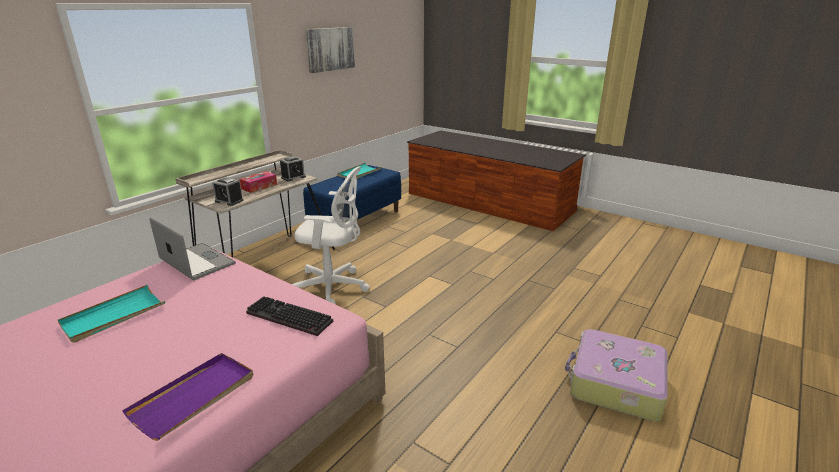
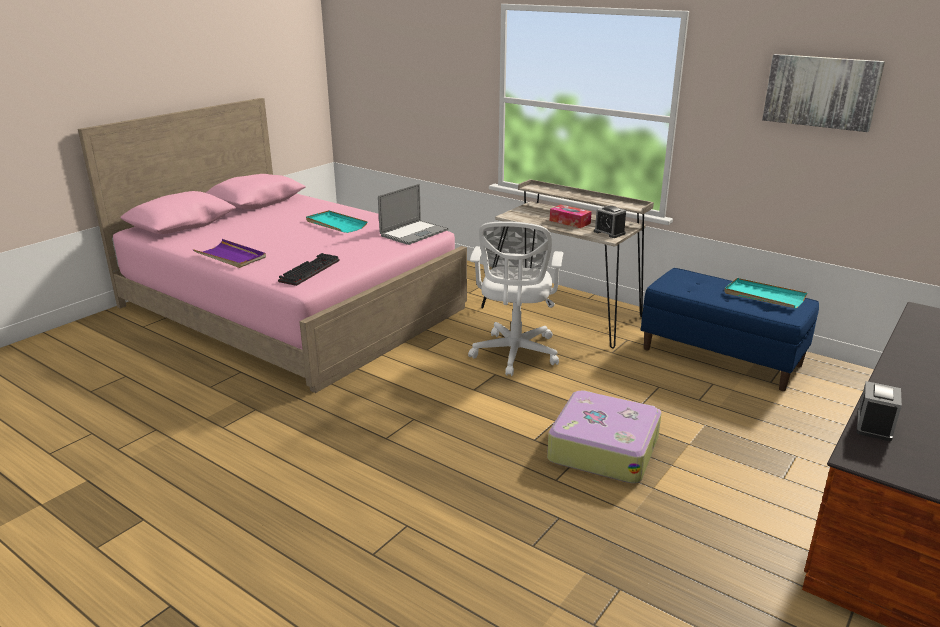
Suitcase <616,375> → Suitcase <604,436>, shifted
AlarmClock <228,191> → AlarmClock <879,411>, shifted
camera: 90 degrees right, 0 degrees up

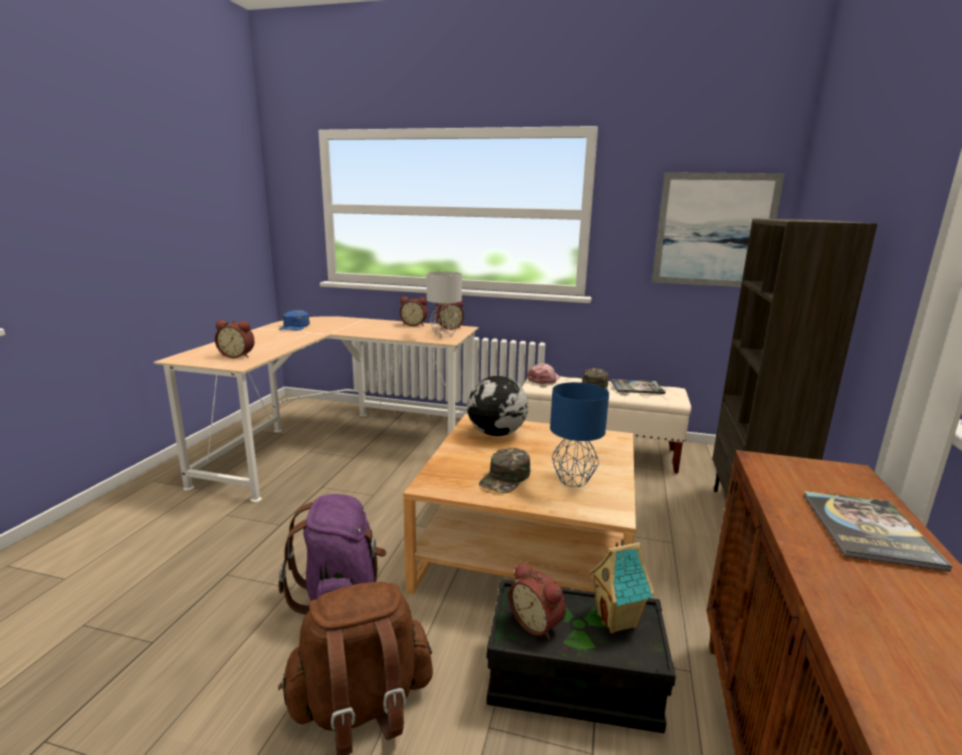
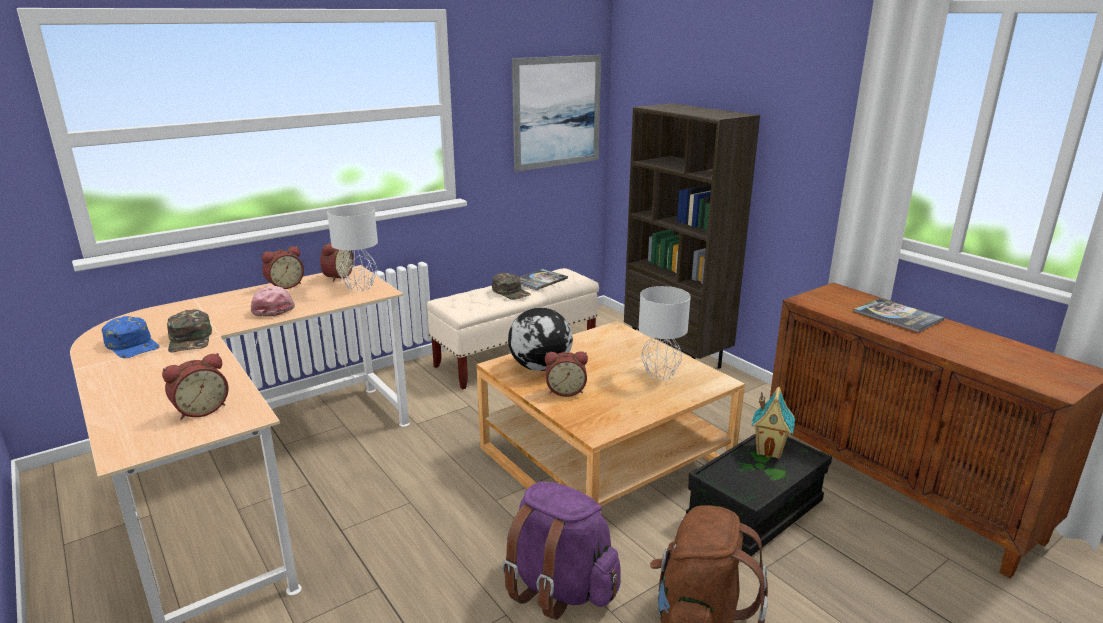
GreenCap <504,470> → GreenCap <189,330>, shifted
PinkCap <543,373> → PinkCap <273,301>, shifted
AlarmClock <537,600> → AlarmClock <566,374>, shifted
BlueTableLamp <579,434> → GreyTableLamp <665,333>
camera: 50 degrees left, 5 degrees up

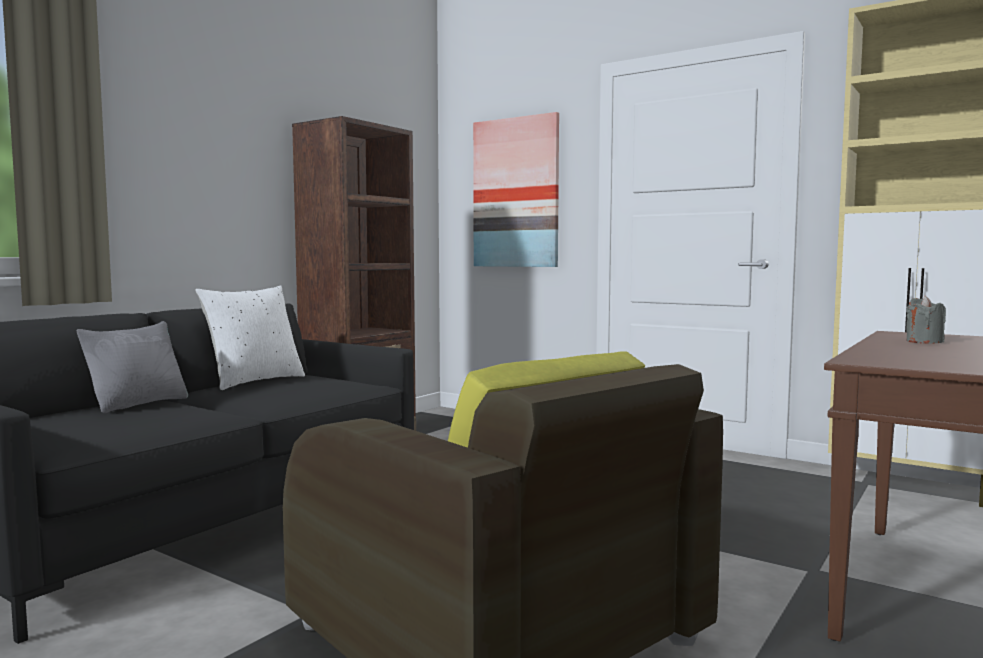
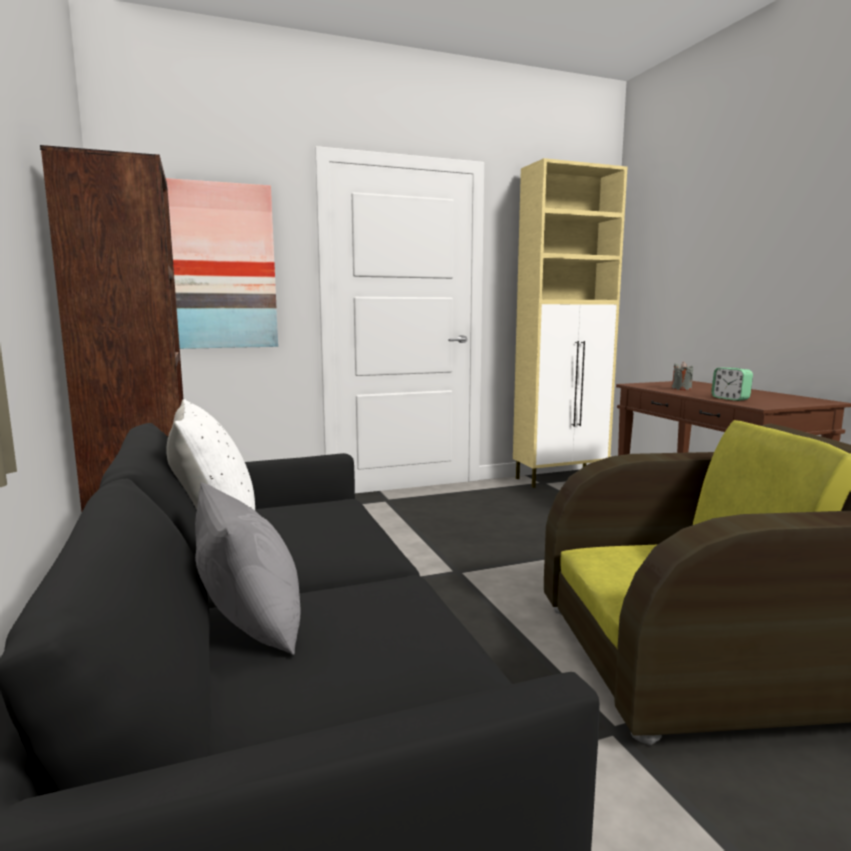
- → AlarmClock <732,384>
camera: 55 degrees left, 5 degrees up

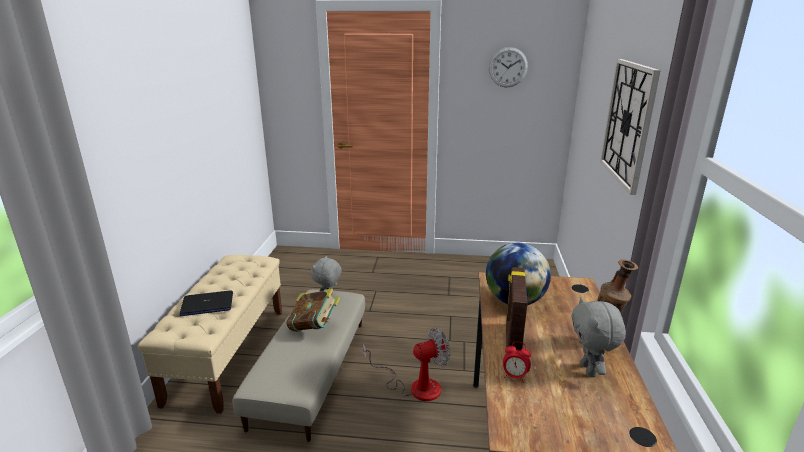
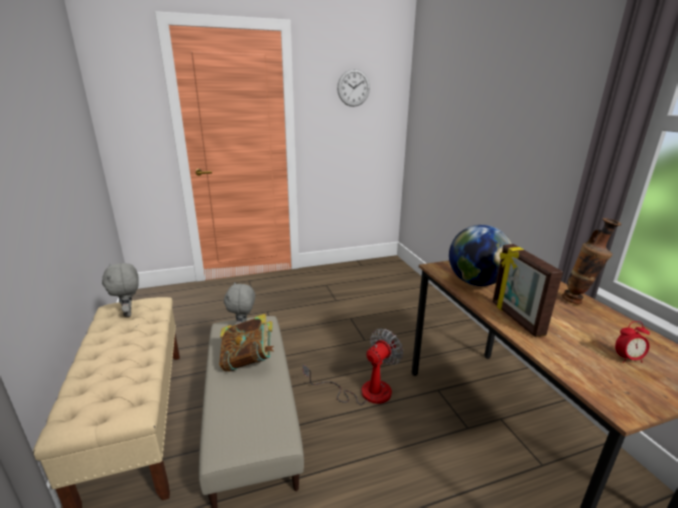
GreyPlushToy <598,337> → GreyPlushToy <120,290>, shifted
AlarmClock <517,362> → AlarmClock <632,342>, shifted
Laptop <206,303> → -
WallClock <630,127> → -
camera: 25 degrees left, 0 degrees up

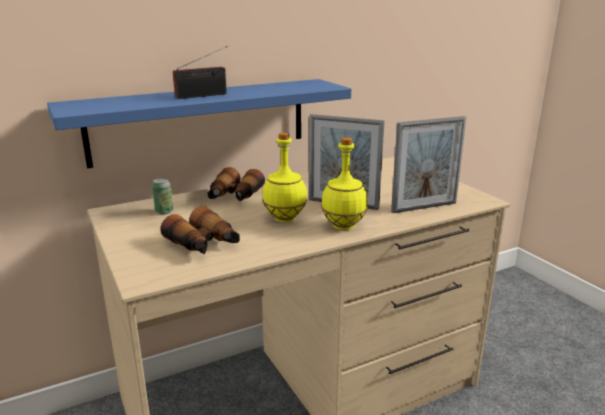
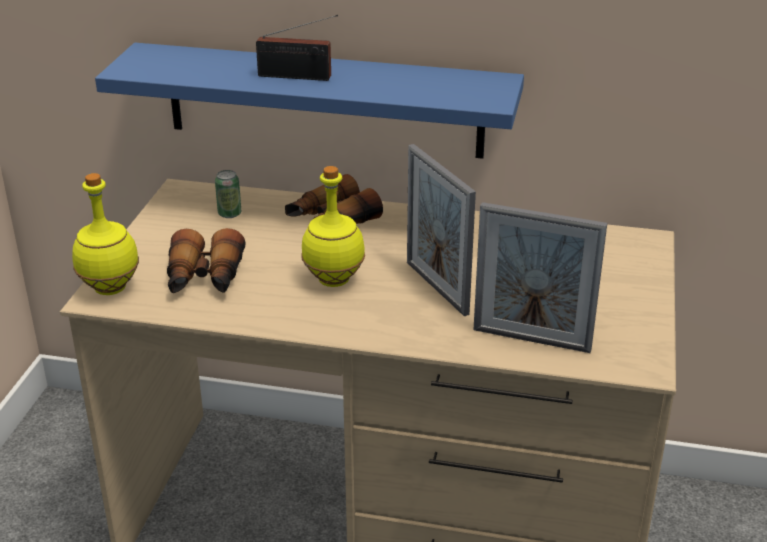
YellowBottle <344,183> → YellowBottle <105,234>, shifted
camera: 40 degrees right, 10 degrees up

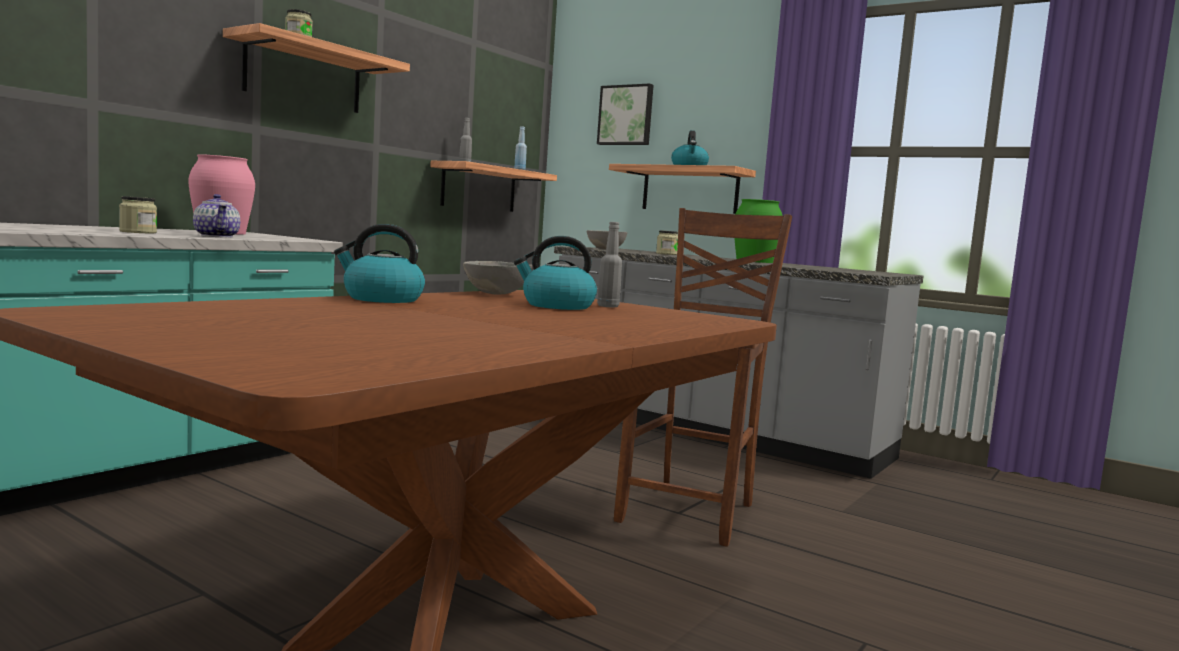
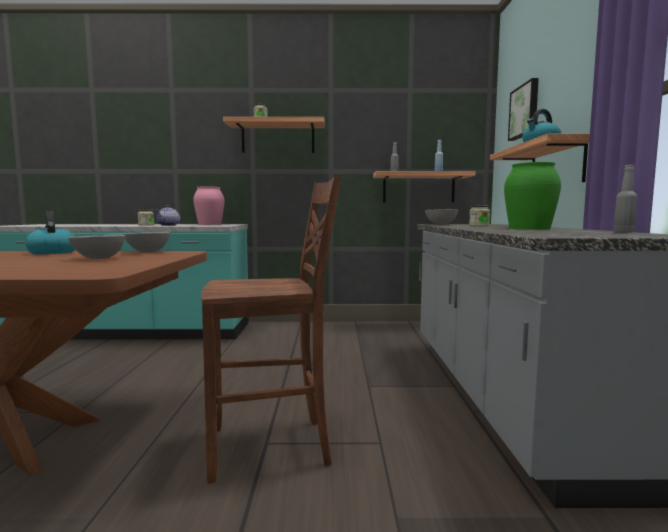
Kettle <555,273> → GreyBowl <96,247>
GreyBottle <609,265> → GreyBottle <625,199>, shifted
camera: 55 degrees right, 0 degrees up

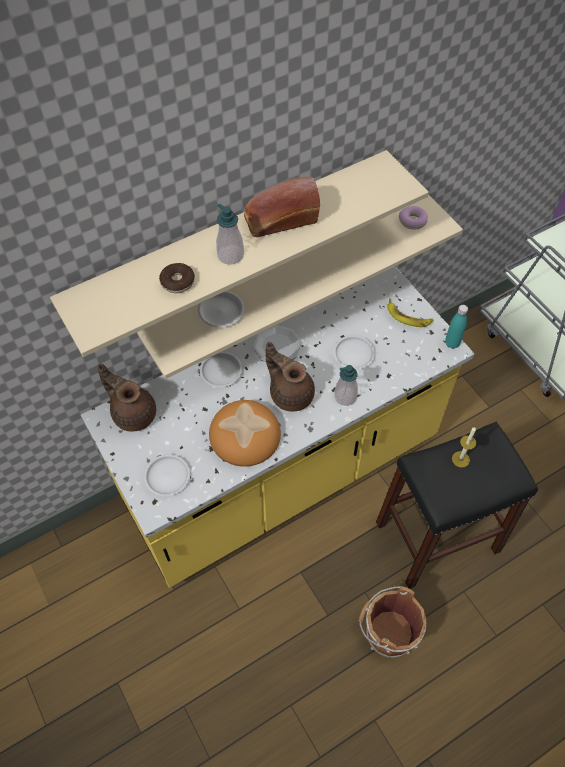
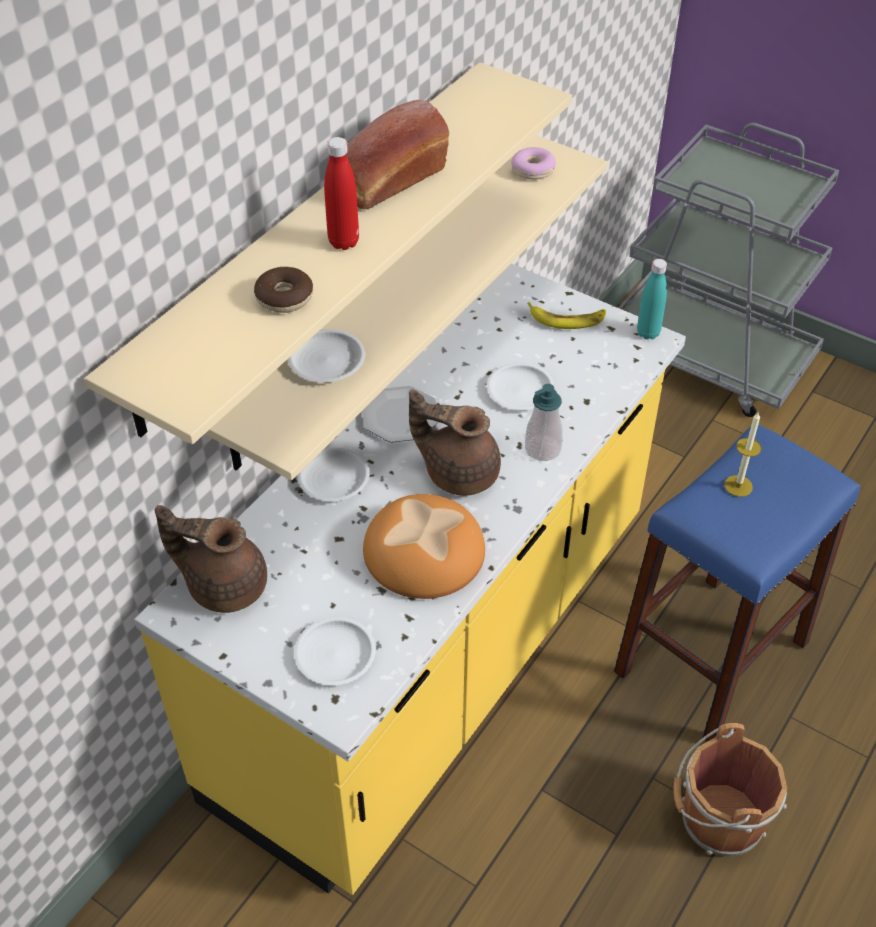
SoapDispenser <230,234> → RedBottle <341,193>
BlackStool <457,505> → BlueStool <737,583>
camera: 25 degrees left, 10 degrees down

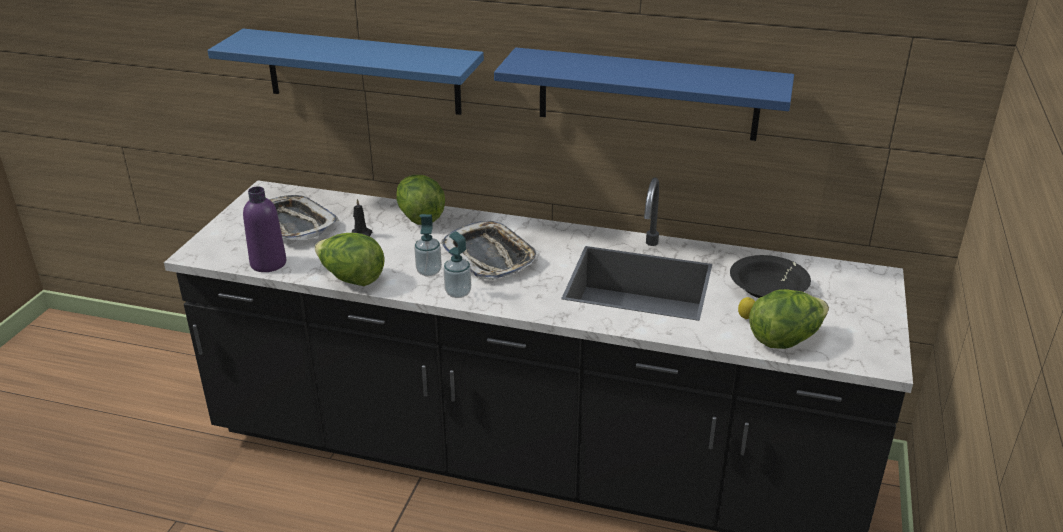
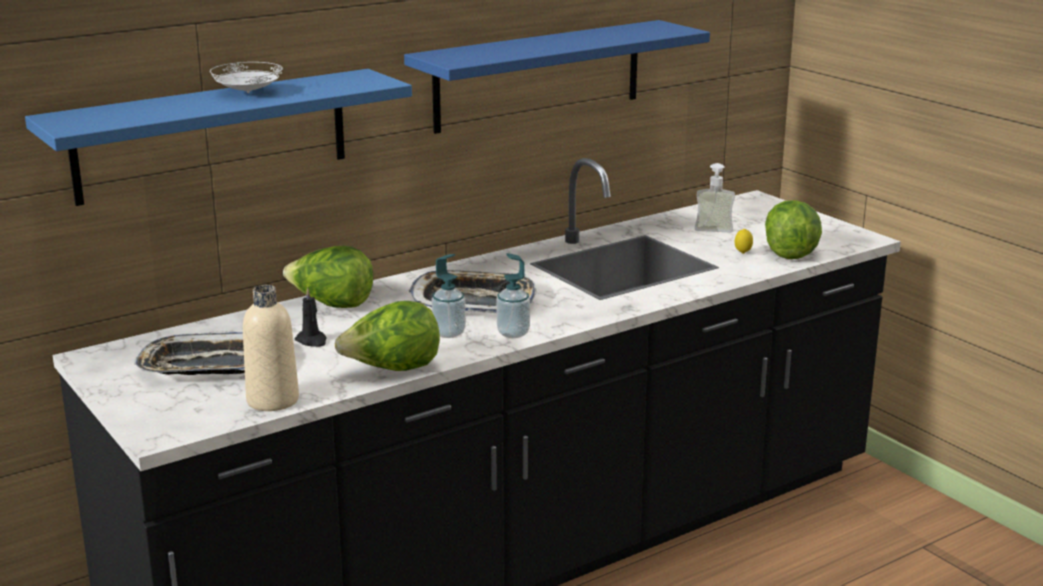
- → WhitePlate <246,77>
PurpleBottle <264,229> → BeigeBottle <271,348>
BlackBowl <770,276> → SoapDispenser <715,198>
camera: 50 degrees left, 10 degrees down

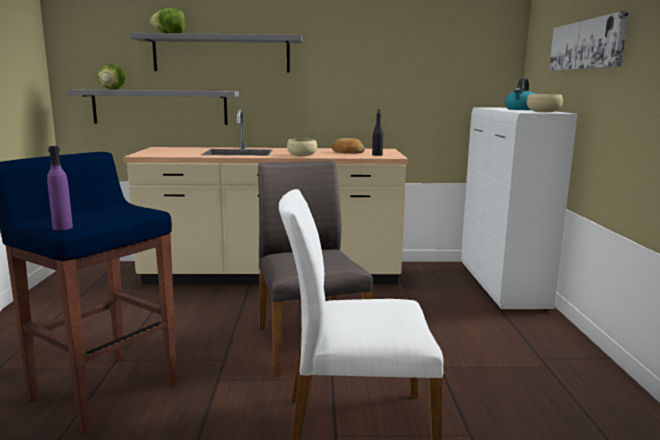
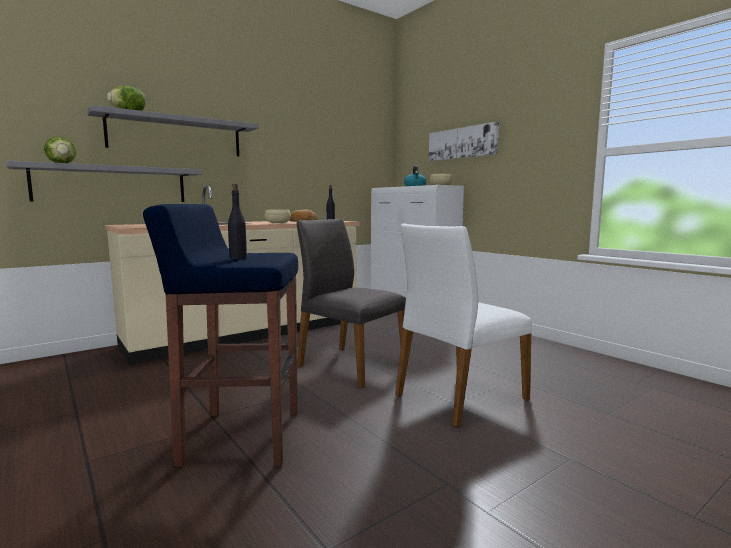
- → BlackBottle <237,221>
PurpleBottle <60,188> → -
camera: 35 degrees left, 5 degrees down

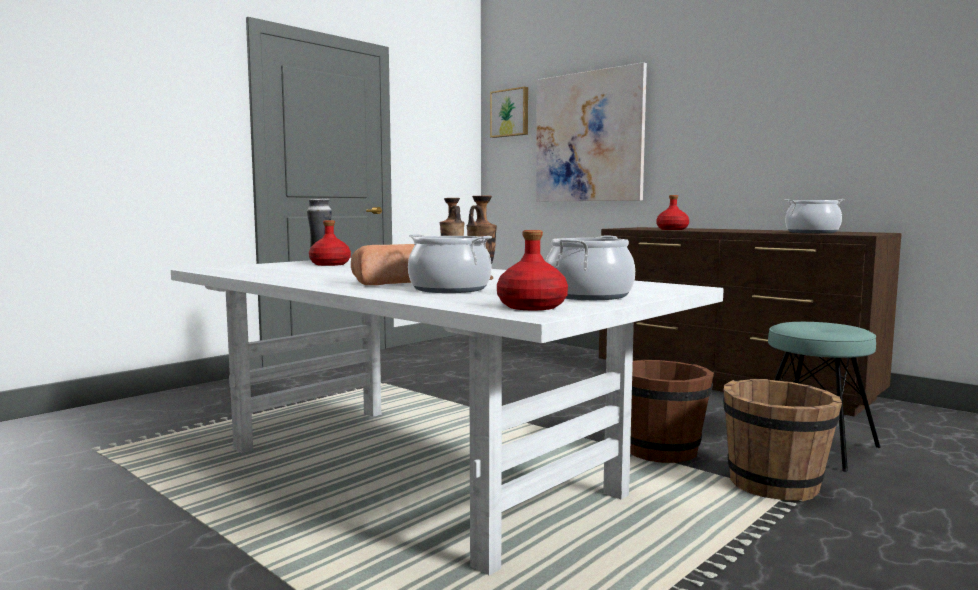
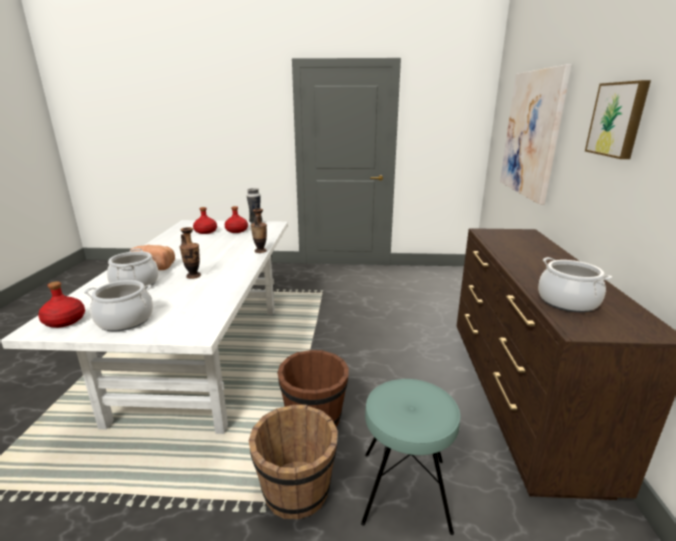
RedBottle <672,212> → RedBottle <205,220>, shifted
Picture <509,112> → Picture <618,119>, shifted
camera: 50 degrees right, 15 degrees up

